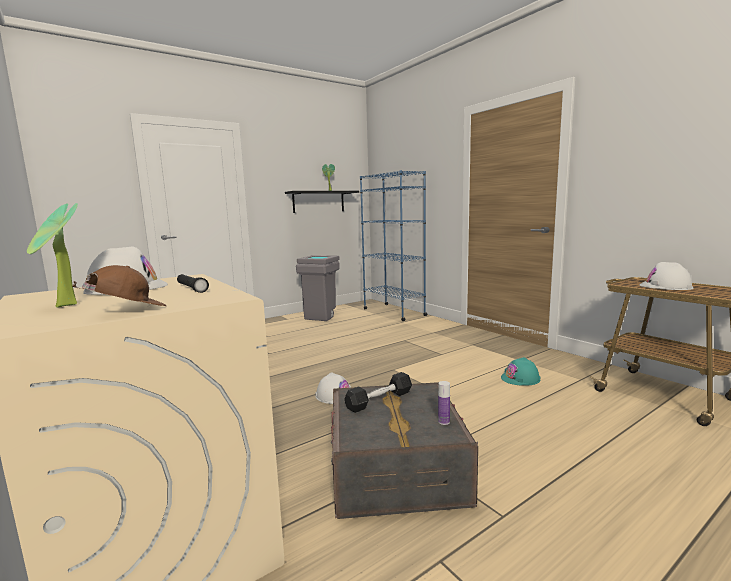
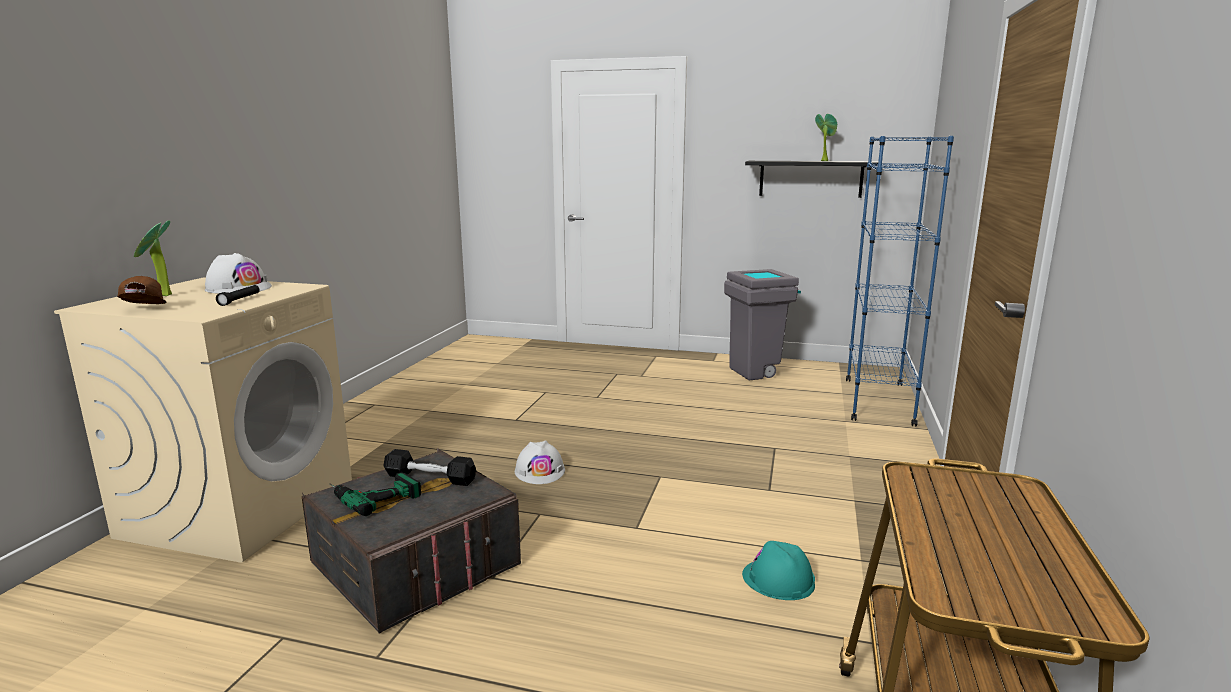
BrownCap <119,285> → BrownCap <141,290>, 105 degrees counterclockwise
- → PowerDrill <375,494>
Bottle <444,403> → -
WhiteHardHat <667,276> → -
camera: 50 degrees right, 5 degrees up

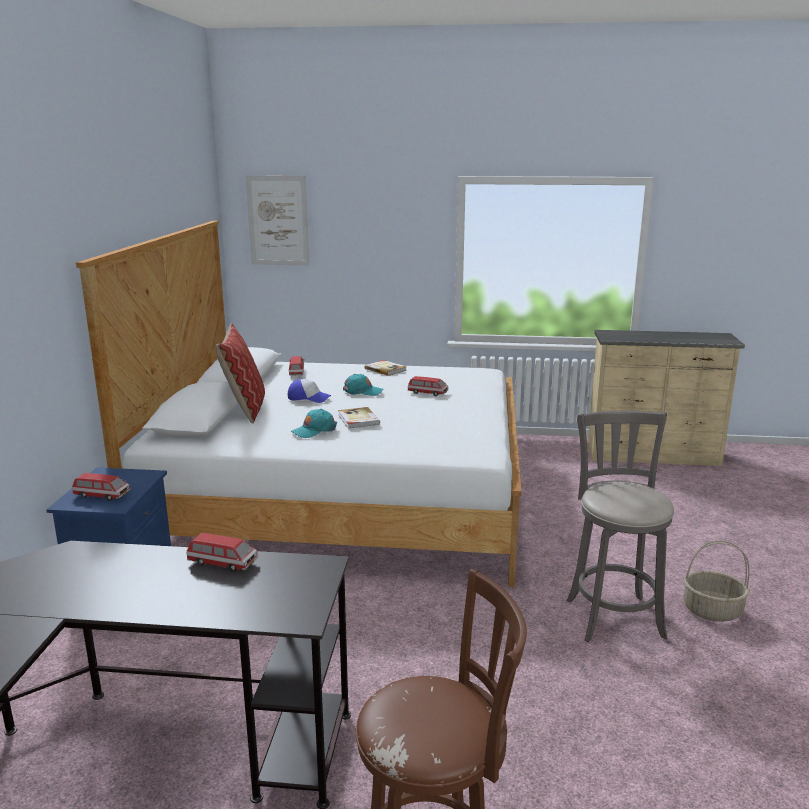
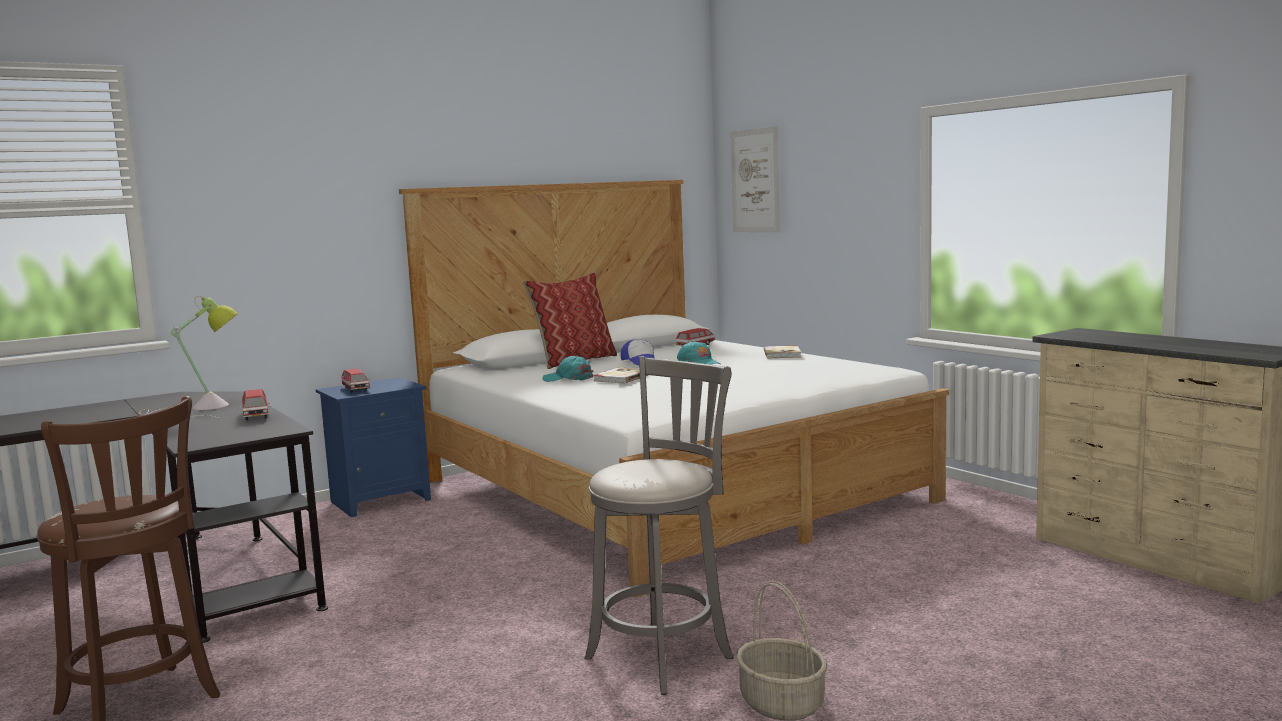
- → TableLamp <188,357>
ToyCar <428,386> → -
camera: 50 degrees right, 10 degrees down

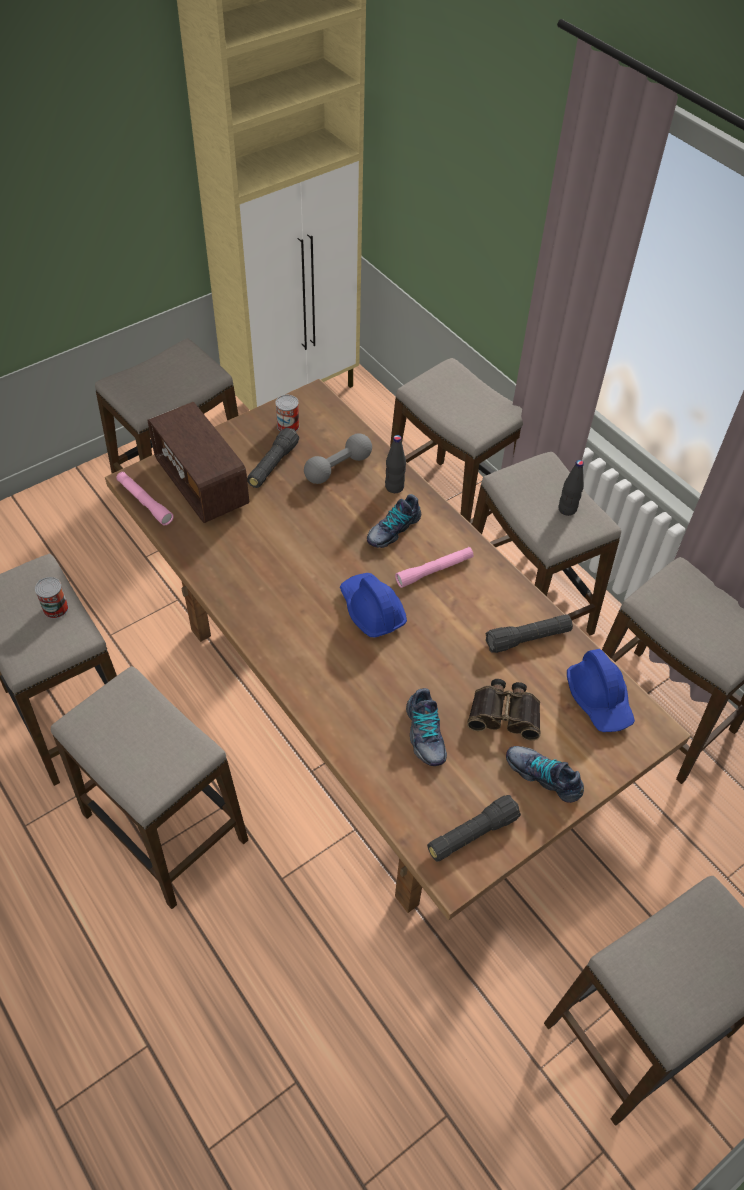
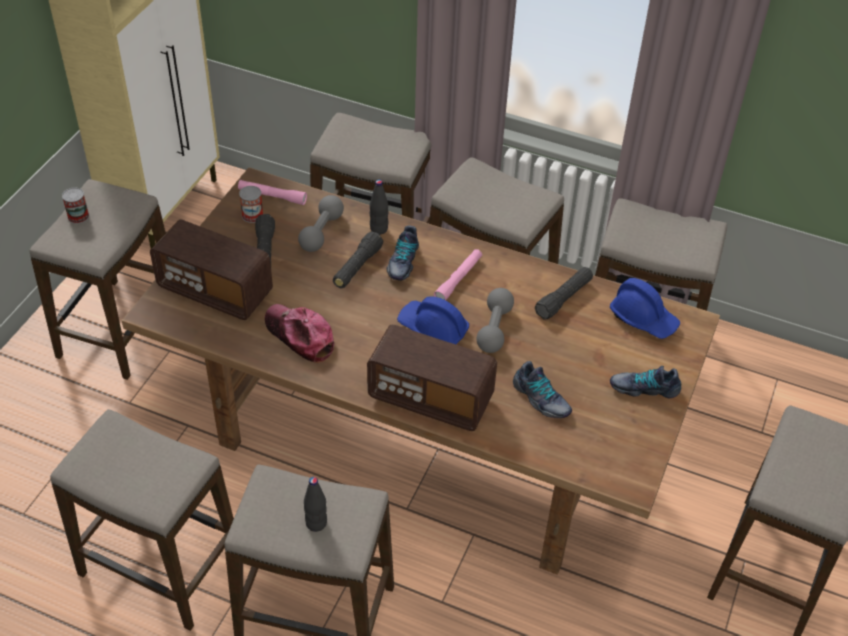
Can <52,598> → Can <75,205>, shifted
PinkFlashlight <145,499> → PinkFlashlight <272,192>, shifted
- → Cap <299,333>
BlackBottle <571,488> → BlackBottle <315,504>, shifted
BlackFlashlight <474,828> → BlackFlashlight <358,259>, shifted
- → Radio <432,378>
- → GreyDumbbell <495,320>
Binoculars <504,709> → -
camera: 30 degrees left, 5 degrees down

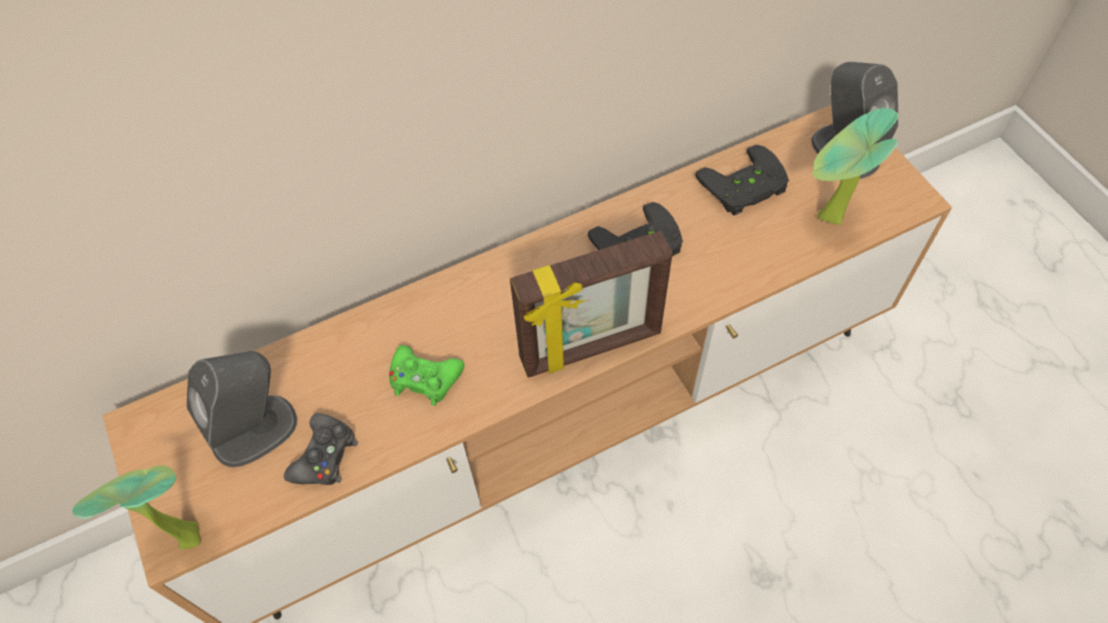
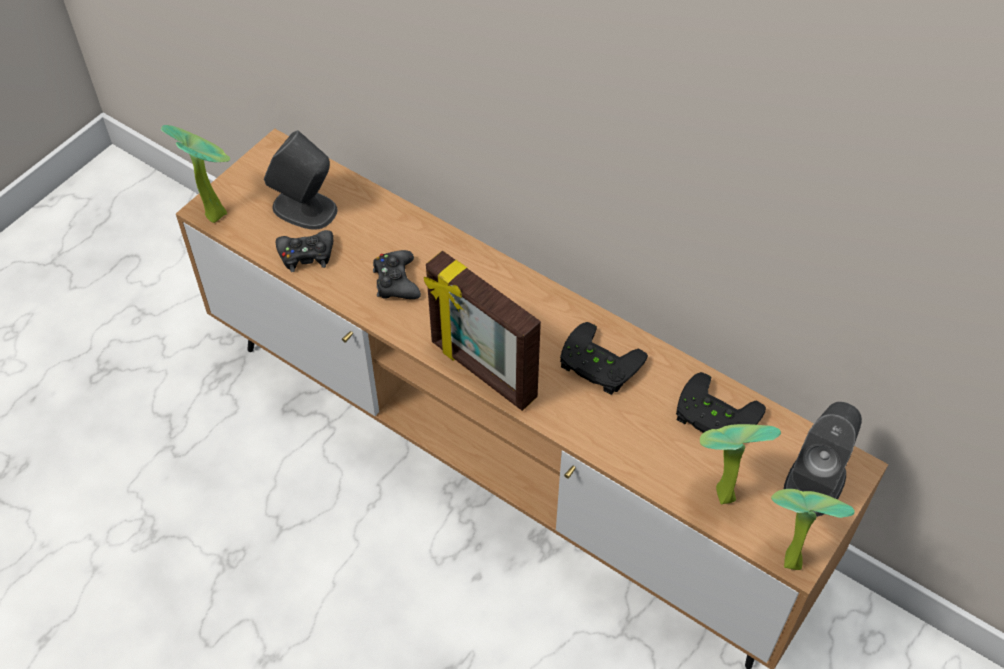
GreenGameController <426,375> → BlackGameController <397,274>
- → PottedPlant <813,529>
camera: 60 degrees right, 5 degrees down

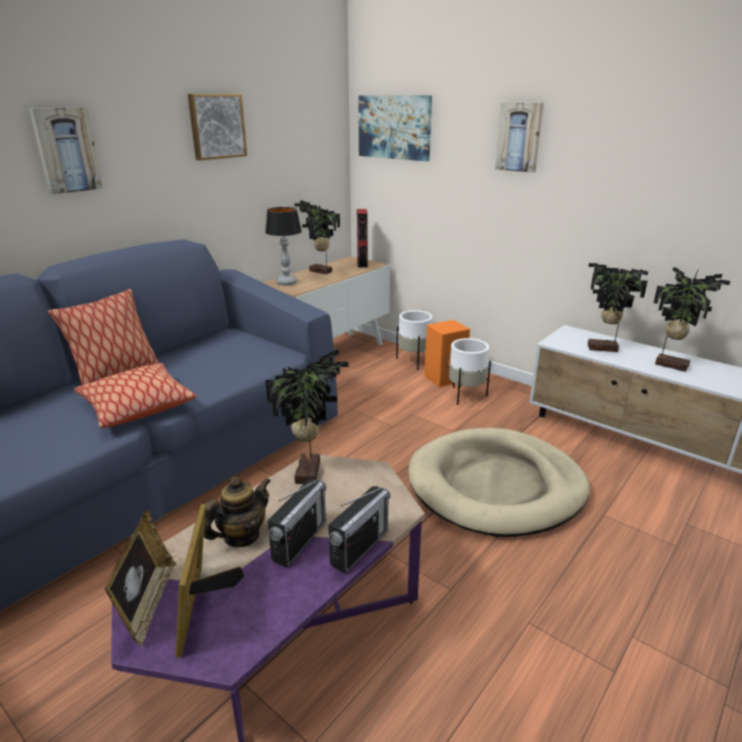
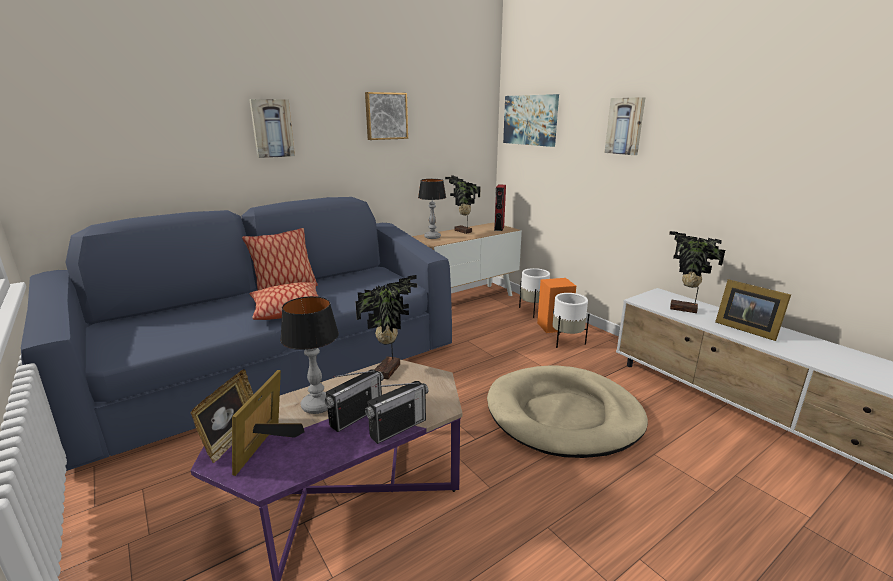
Teapot <237,512> → TableLamp <309,355>
PottedPlant <692,319> → PictureFrame <753,310>
camera: 15 degrees right, 5 degrees down

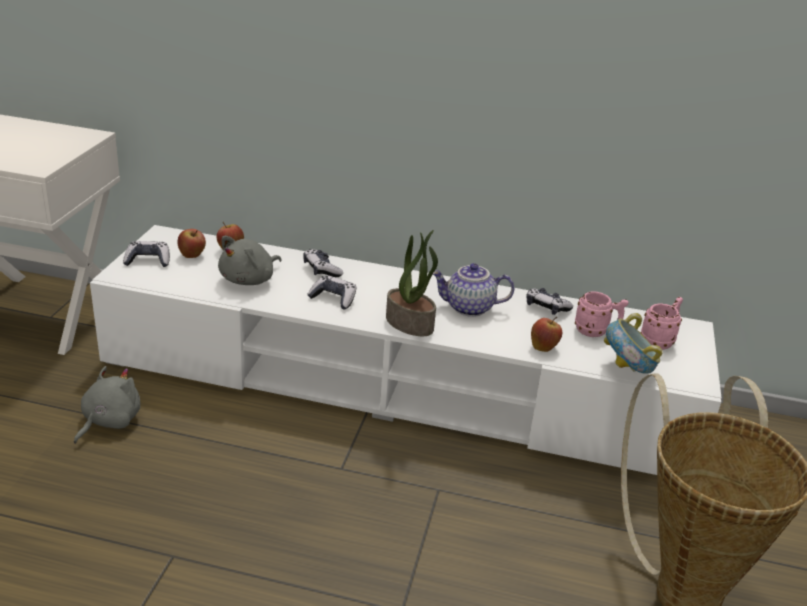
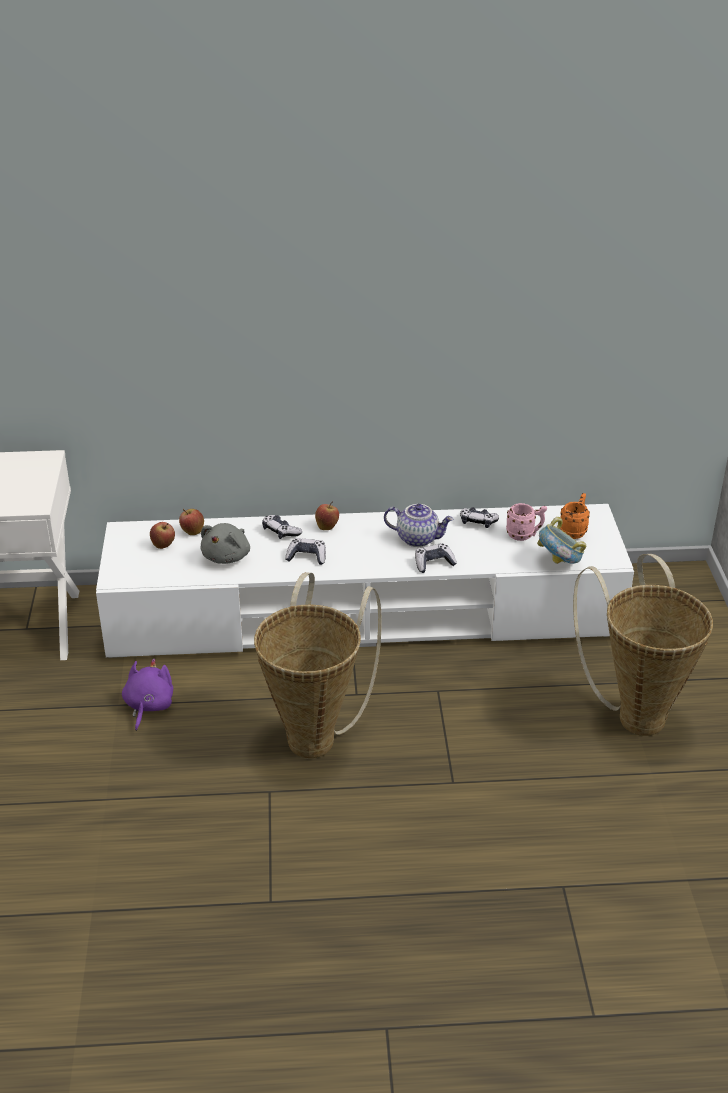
GreyPlushToy <107,405> → PurplePlushToy <147,694>
- → Basket <318,665>
Apple <546,334> → Apple <327,516>, shifted
Teapot <473,290> → Teapot <419,525>, 150 degrees counterclockwise
GameController <146,254> → GameController <436,558>, shifted
PinkMug <661,323> → OrangeMug <575,516>
PottedPlant <412,283> → -
camera: 15 degrees left, 5 degrees up

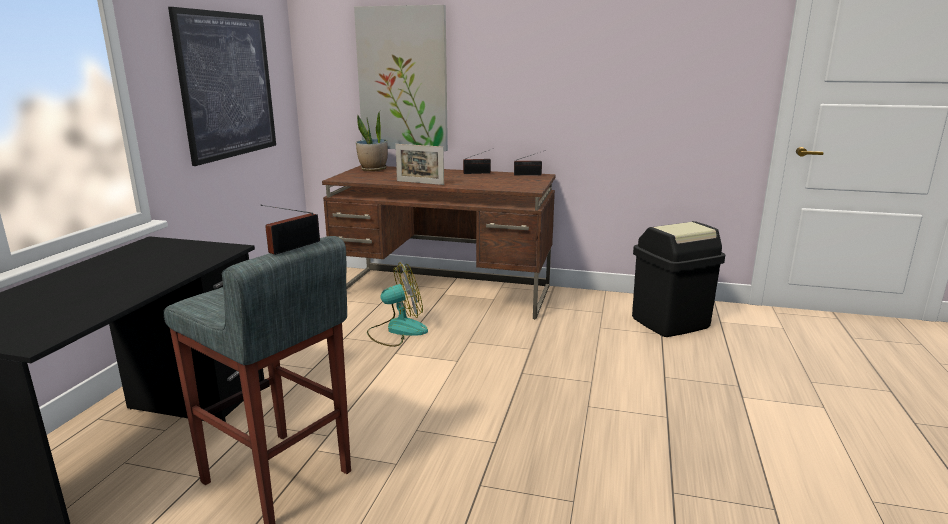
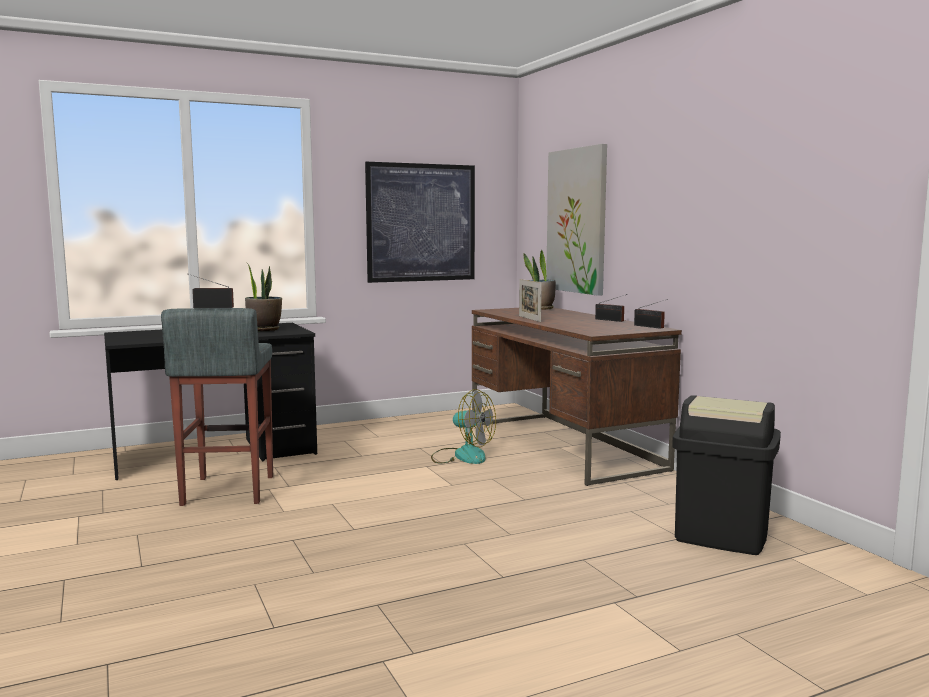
- → PottedPlant <263,296>
camera: 50 degrees right, 10 degrees down

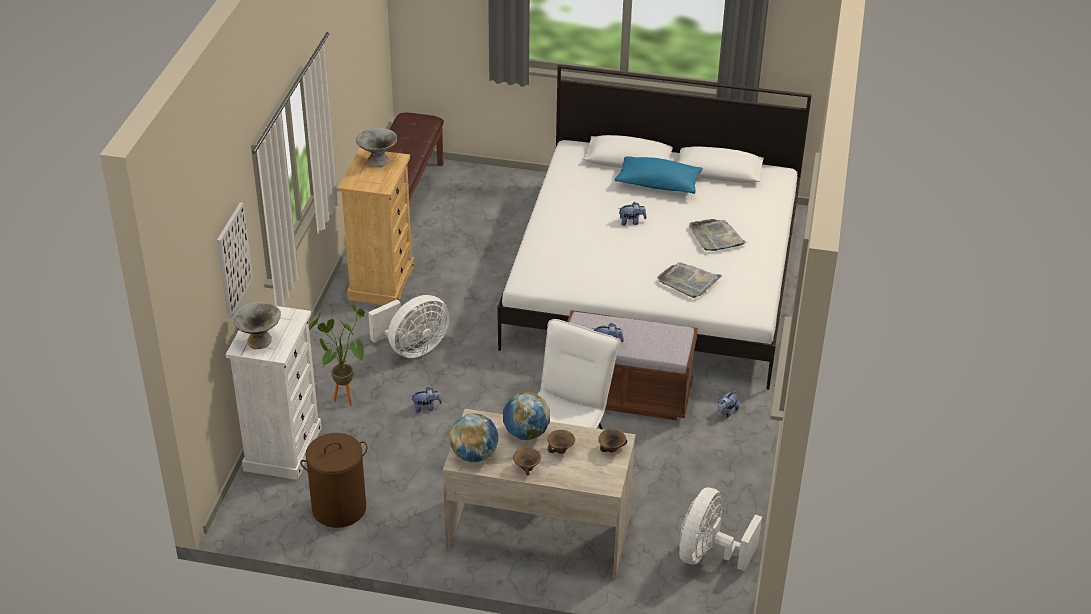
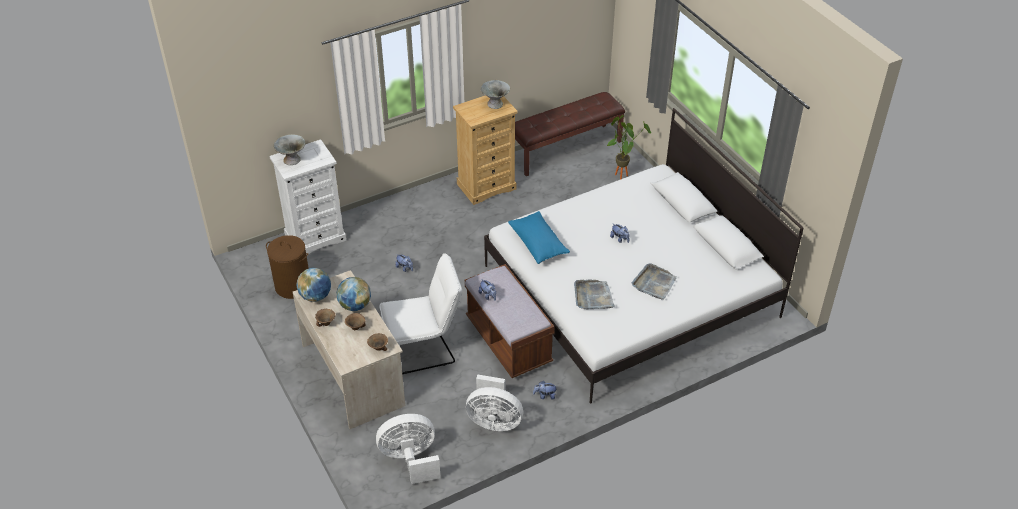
WhiteFan <409,326> → WhiteFan <494,402>, shifted
BluePillow <659,175> → BluePillow <539,237>, shifted
PottedPlant <337,355> → PottedPlant <629,147>, shifted
Picture <235,259> → -
camera: 50 degrees right, 5 degrees up

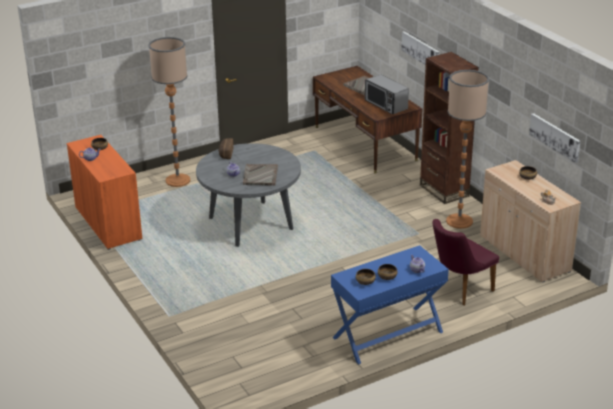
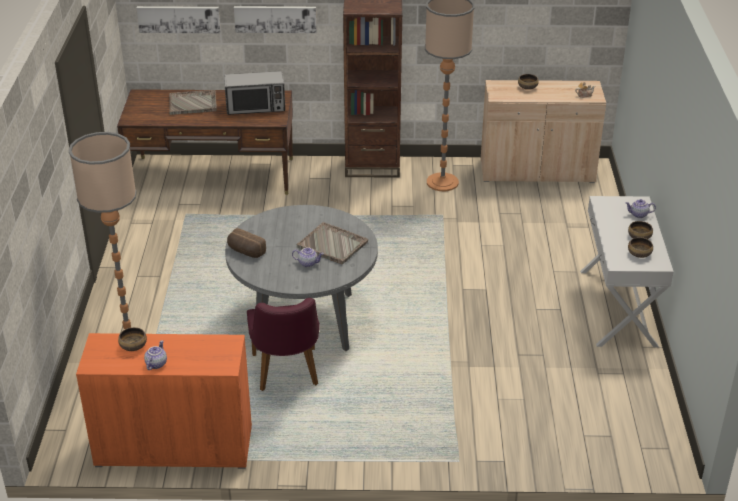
Picture <555,138> → Picture <179,19>, shifted
PurpleChair <466,262> → PurpleChair <283,344>, shifted
BlueConsoleTable <390,305> → WhiteConsoleTable <627,271>
camera: 60 degrees left, 5 degrees up

